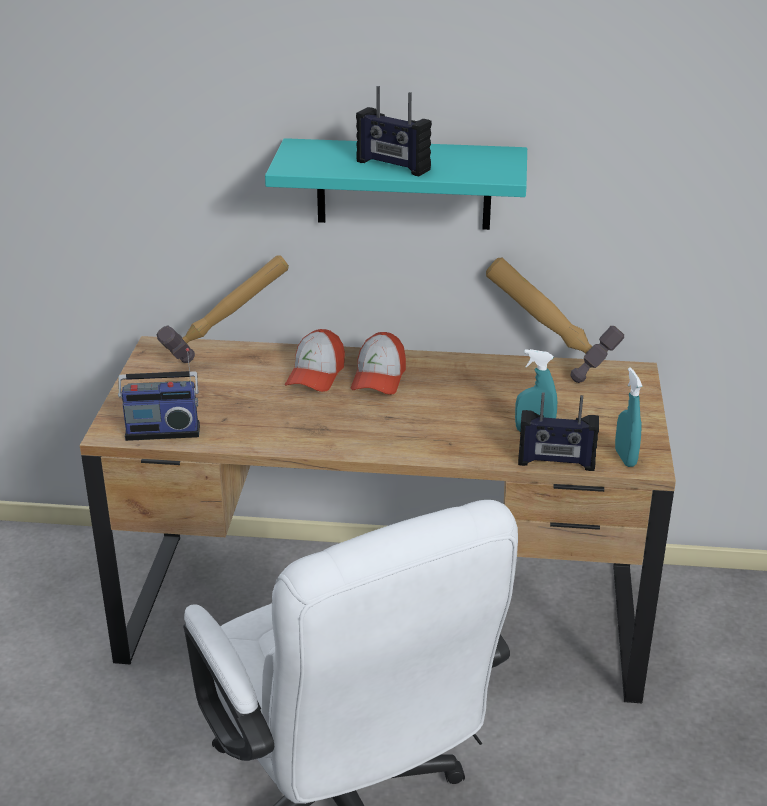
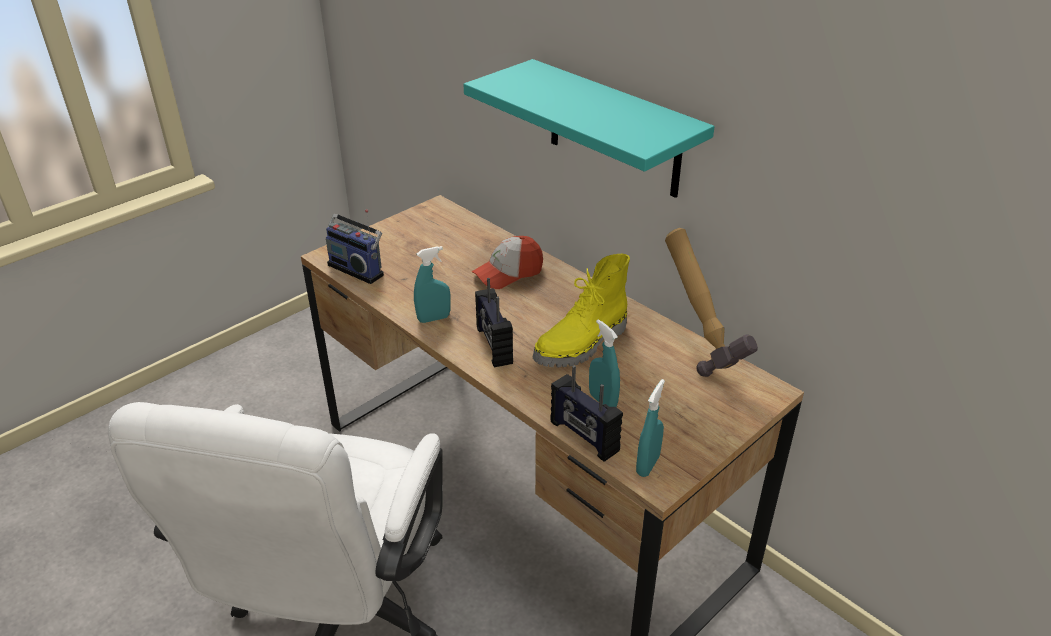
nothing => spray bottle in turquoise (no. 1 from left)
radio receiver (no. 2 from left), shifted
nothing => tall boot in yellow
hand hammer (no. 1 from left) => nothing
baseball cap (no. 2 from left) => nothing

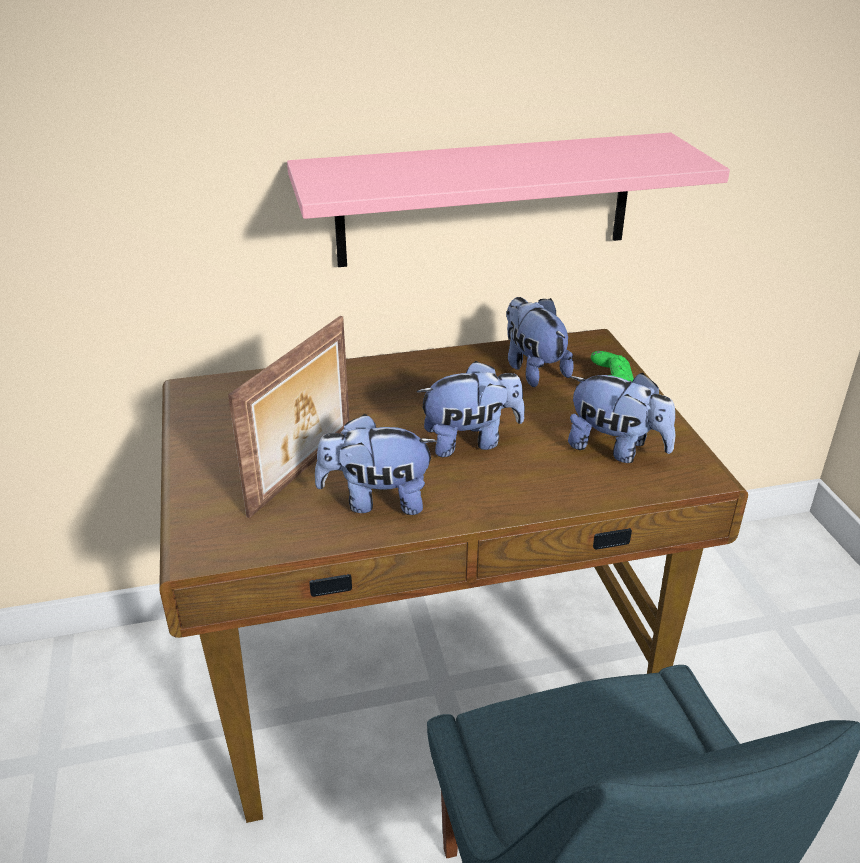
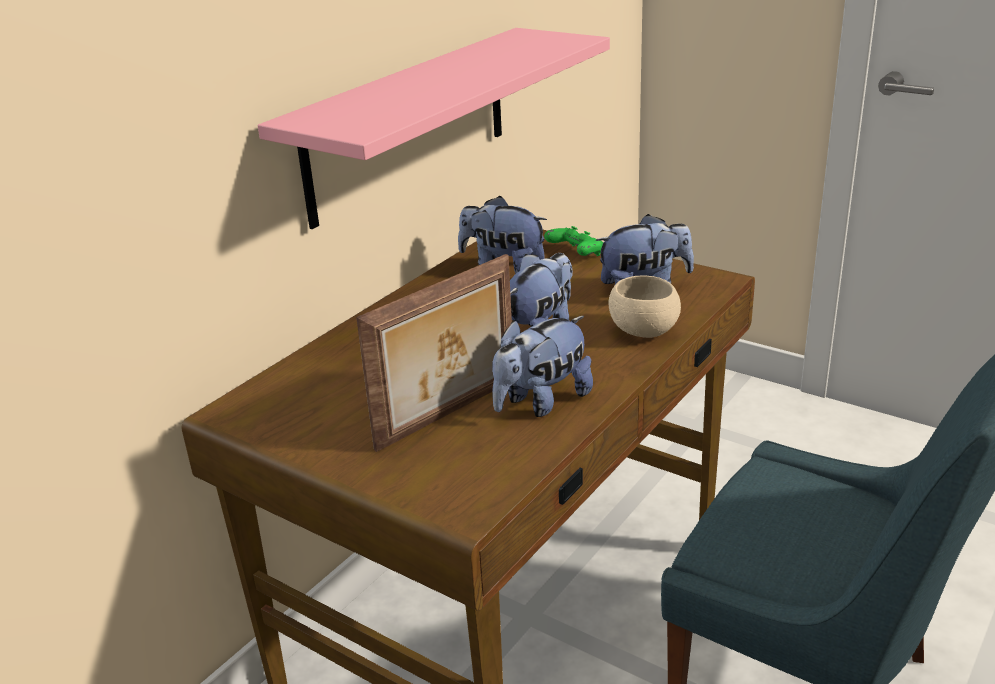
picture frame, 60 degrees clockwise
nothing => serving bowl in sand-coloured

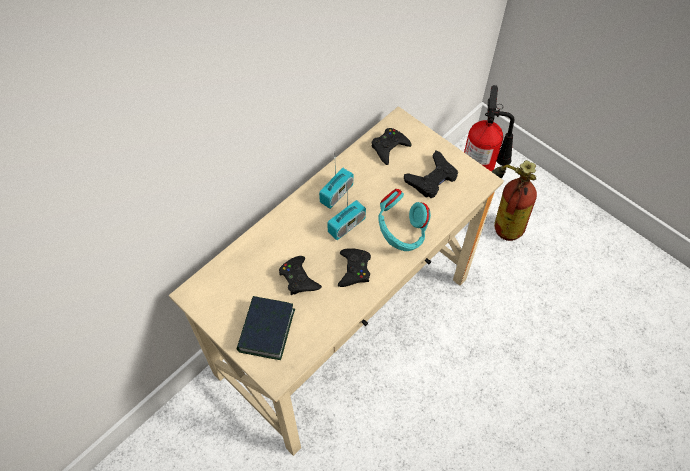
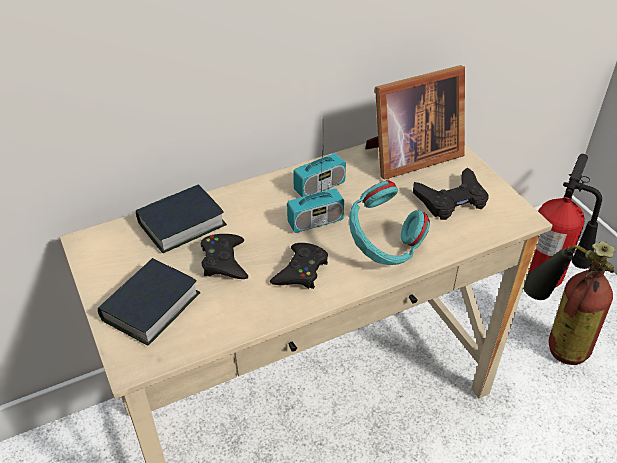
nothing => bound book (no. 2 from left)
game controller in black (no. 3 from left) => picture frame

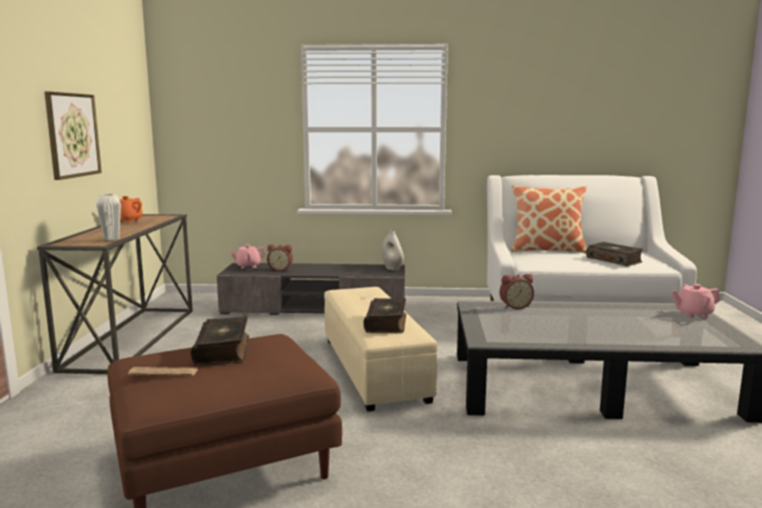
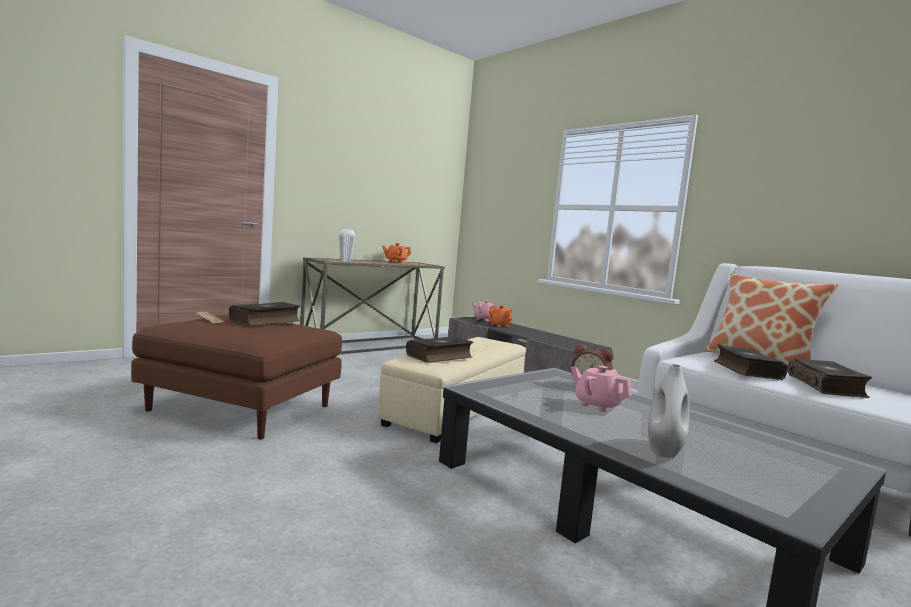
table clock (no. 1 from left) => pot for tea in orange (no. 2 from left)
pot for tea in pink-coloured (no. 2 from left), shifted
vase in white (no. 2 from left), shifted
nothing => bound book (no. 3 from left)
wall picture => nothing

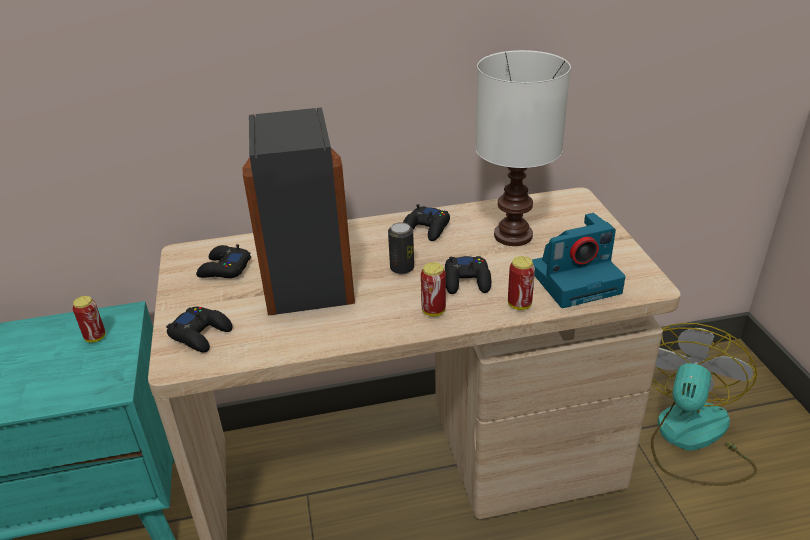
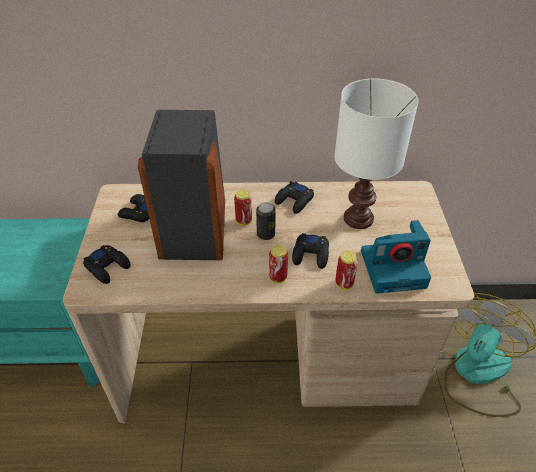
metal can (no. 1 from left), shifted

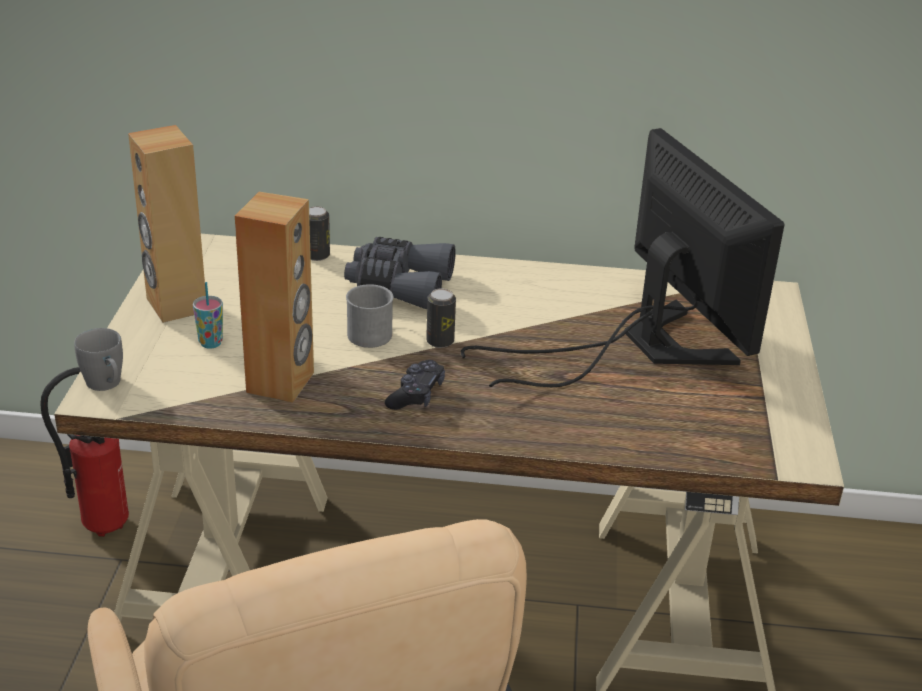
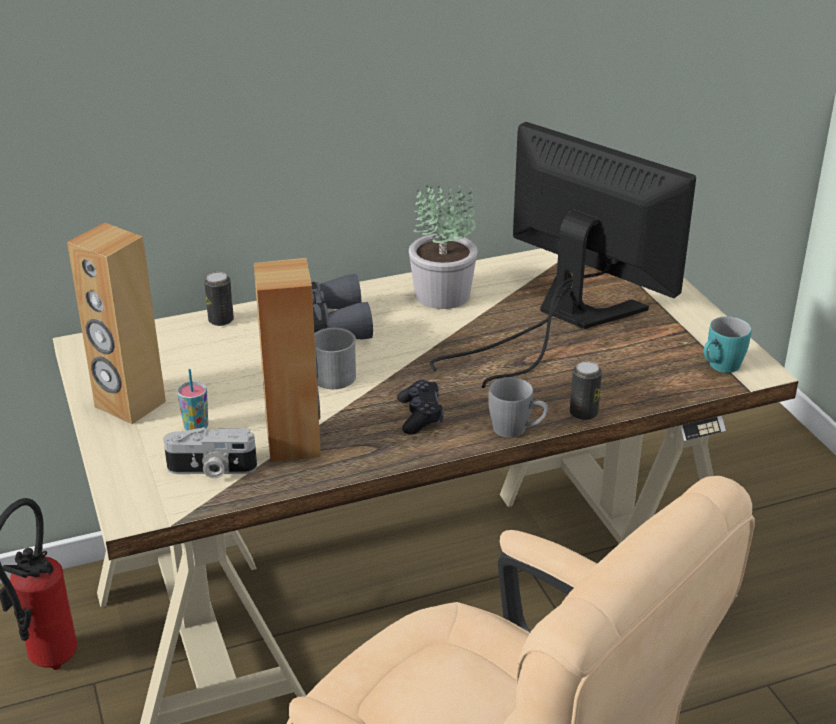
nothing => photo camera
nothing => potted plant
tea mug in gray (no. 1 from left in the first image) => tea mug in gray (no. 2 from left), shifted
metal can (no. 2 from left), shifted
nothing => tea mug in turquoise

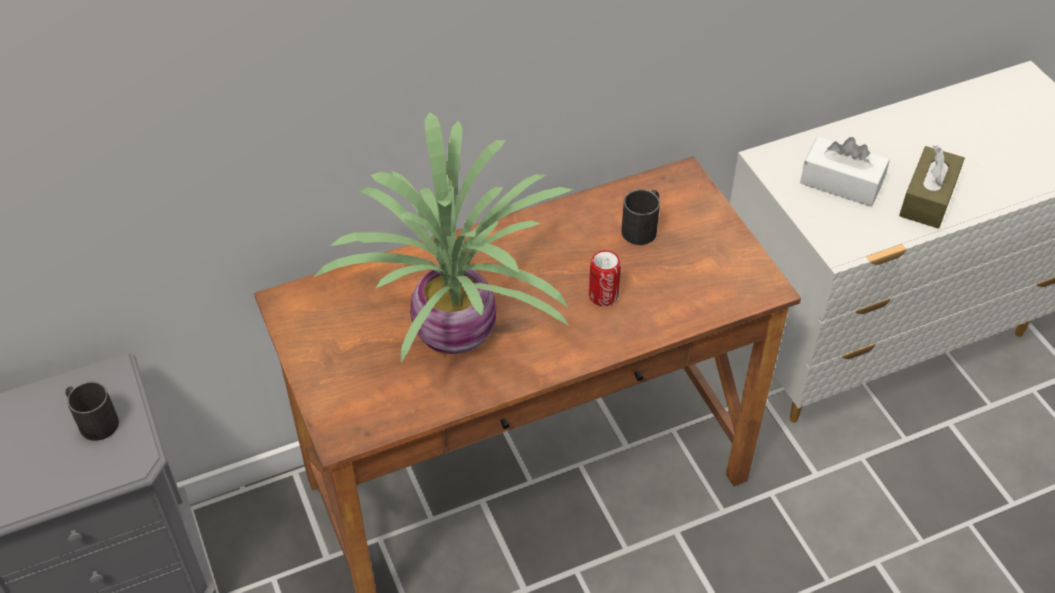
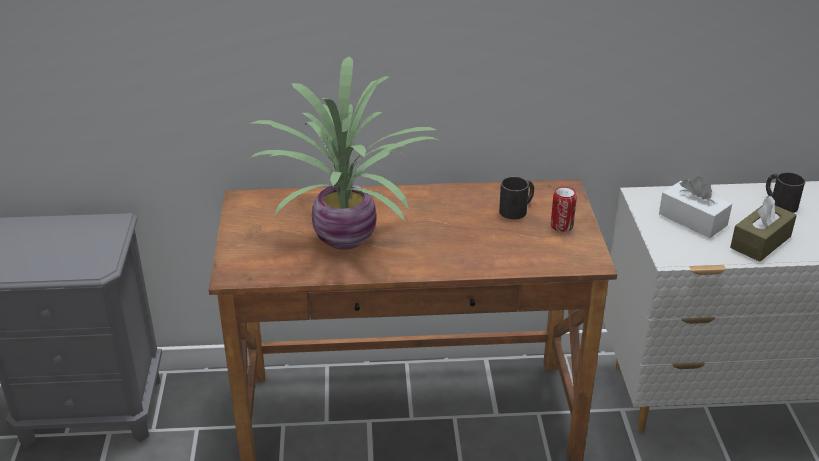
metal can, shifted
tea mug in black (no. 1 from left in the first image) => tea mug in black (no. 2 from left), shifted

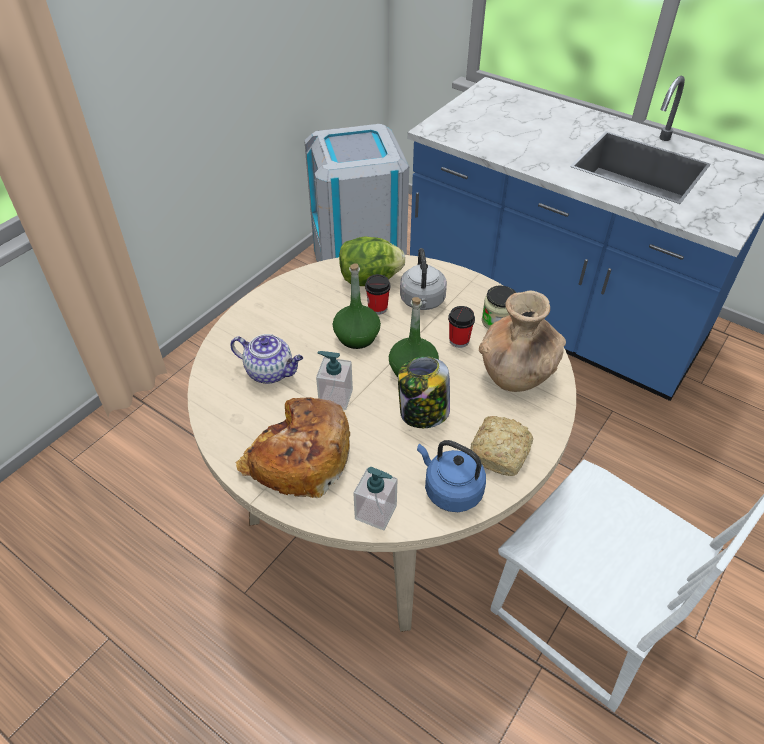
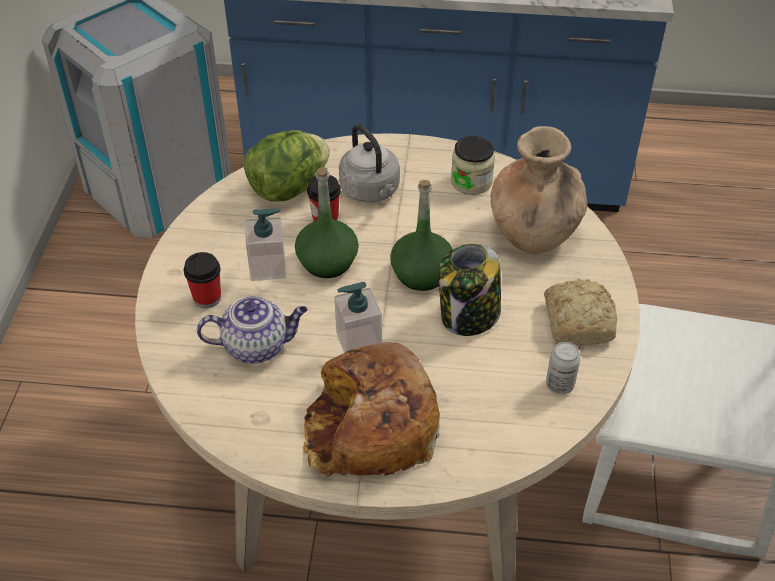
drinking cup (no. 2 from left in the first image) => drinking cup (no. 1 from left), shifted
soap bottle (no. 2 from left in the first image) => soap bottle (no. 1 from left), shifted
kettle in blue => metal can

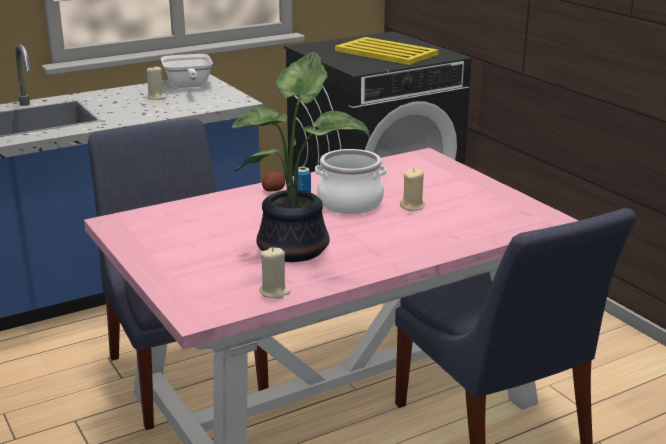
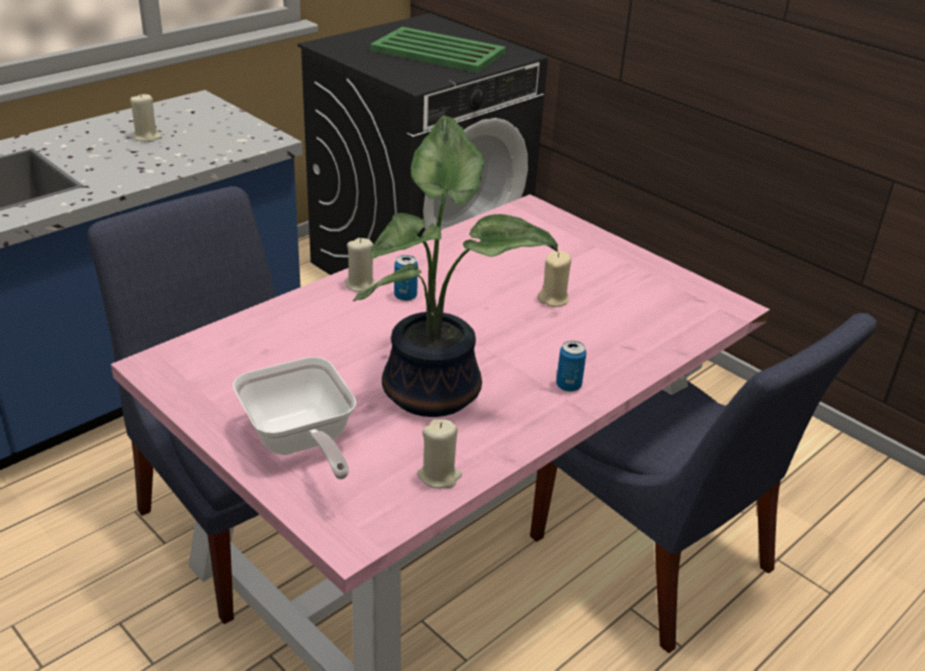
pan, shifted
potato => wax light in sand-coloured (no. 2 from left)
carrying tray in yellow => carrying tray in greenish
nothing => metal can (no. 2 from left)
cooking pot => nothing

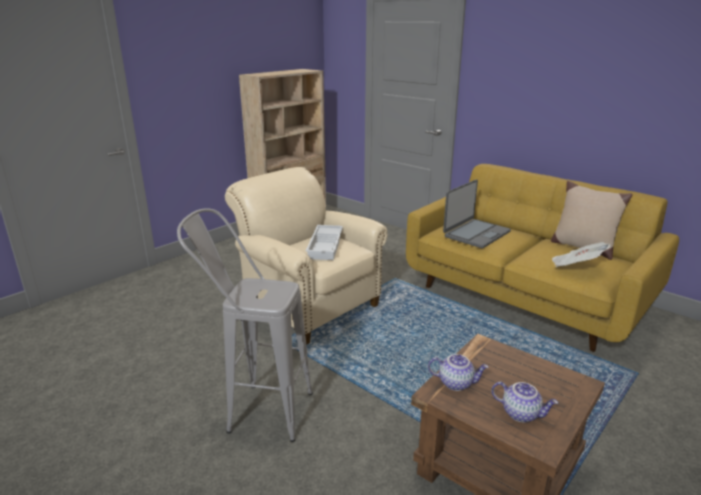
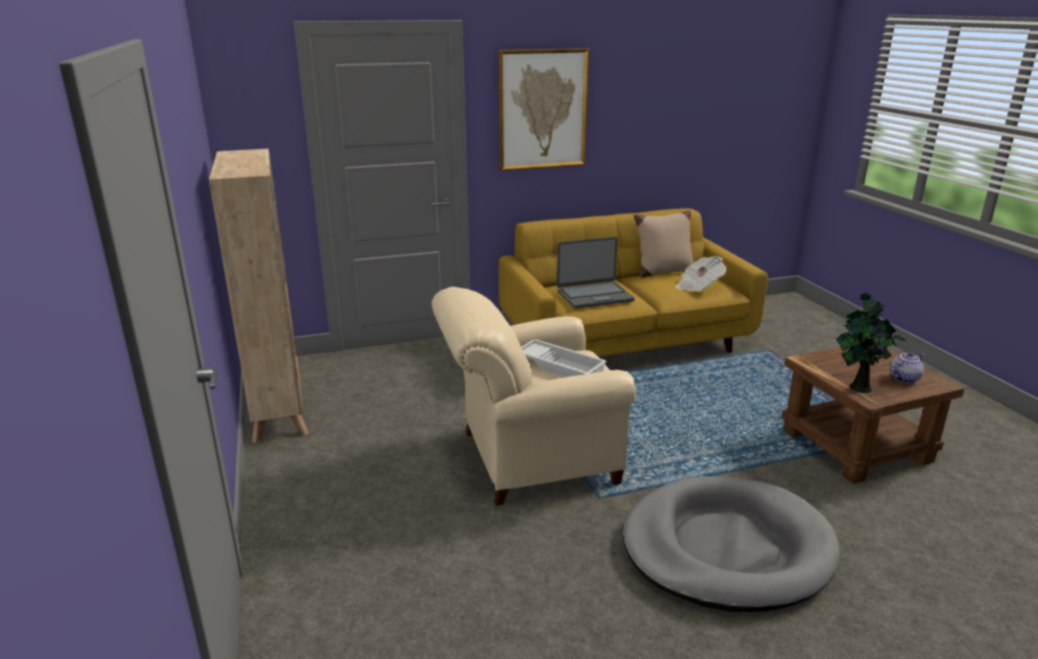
nothing => wall picture
laptop, 90 degrees clockwise
sitting stool in gray => dog cushion in gray
pot for tea (no. 1 from left) => potted plant

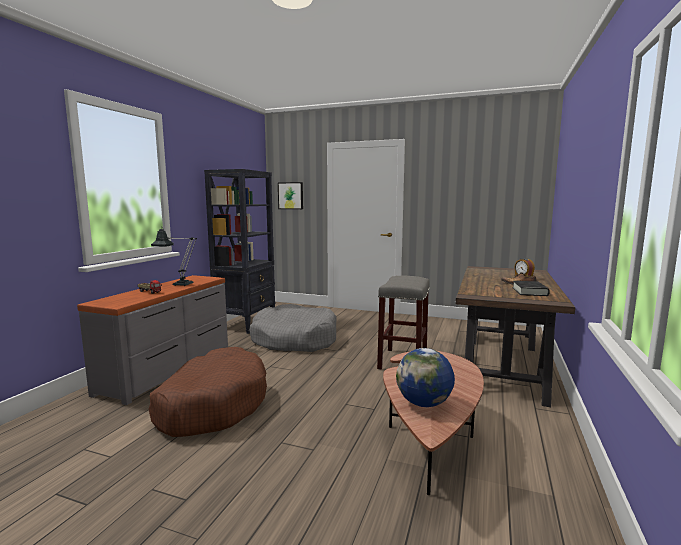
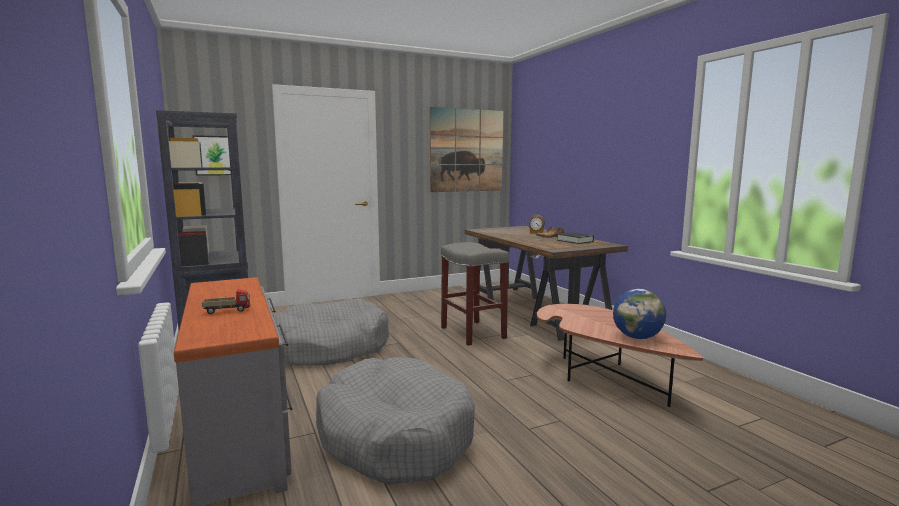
dog cushion in brown-coloured => dog cushion in gray (no. 2 from left)
nothing => wall picture (no. 2 from left)
table lamp => nothing

